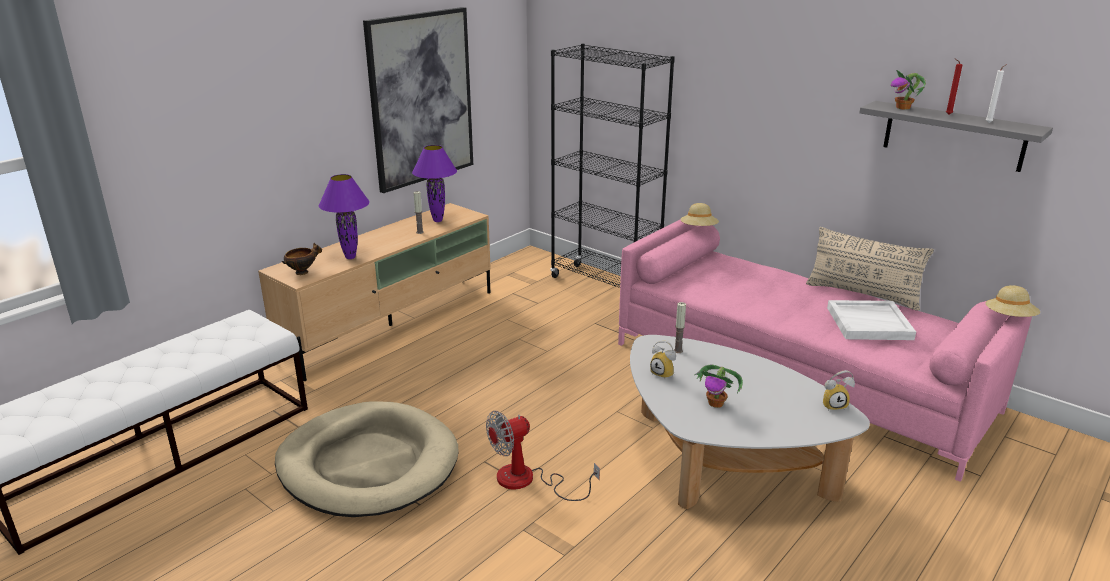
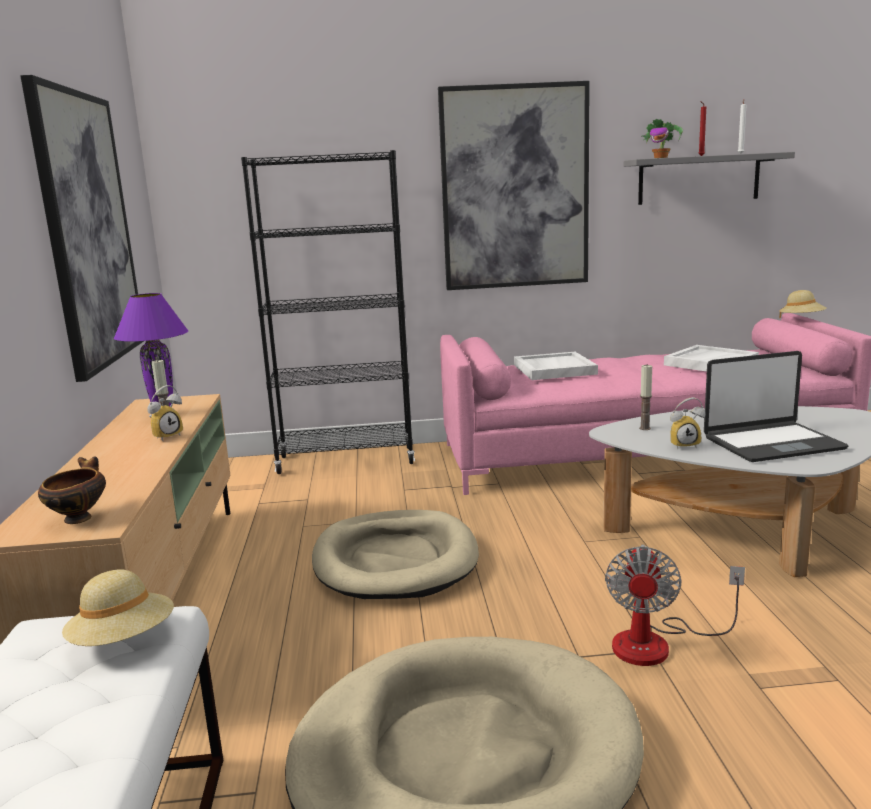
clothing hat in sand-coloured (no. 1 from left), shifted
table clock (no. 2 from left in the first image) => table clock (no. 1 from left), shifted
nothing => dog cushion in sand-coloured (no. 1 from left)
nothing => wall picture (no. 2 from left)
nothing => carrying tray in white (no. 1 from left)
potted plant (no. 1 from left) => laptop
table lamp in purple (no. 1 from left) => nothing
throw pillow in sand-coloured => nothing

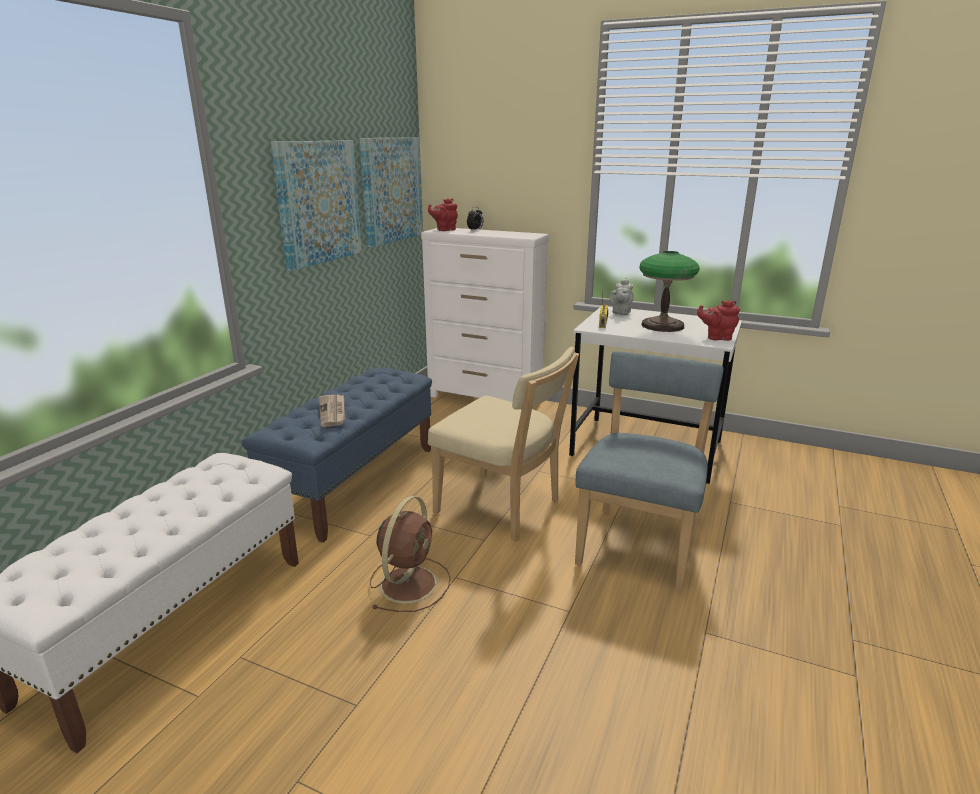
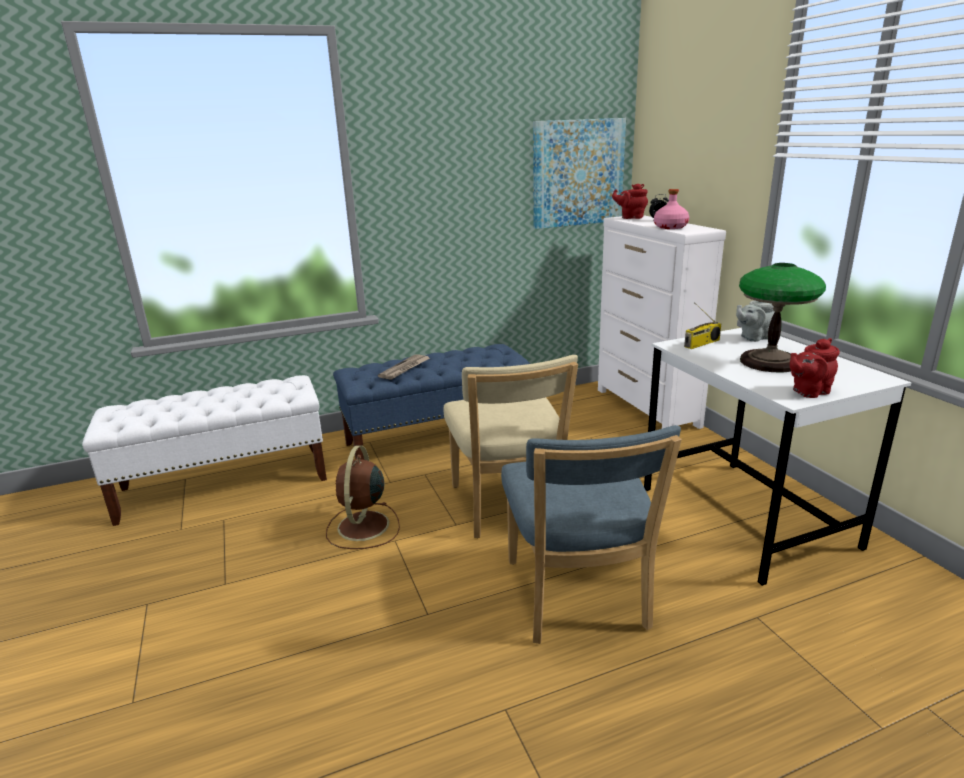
fan in brown-coloured, 120 degrees clockwise
upright chair in blue, 105 degrees clockwise
nothing => beverage bottle in pink-coloured
pot for tea in reddish (no. 2 from left), 75 degrees counterclockwise
wall picture (no. 1 from left) => nothing

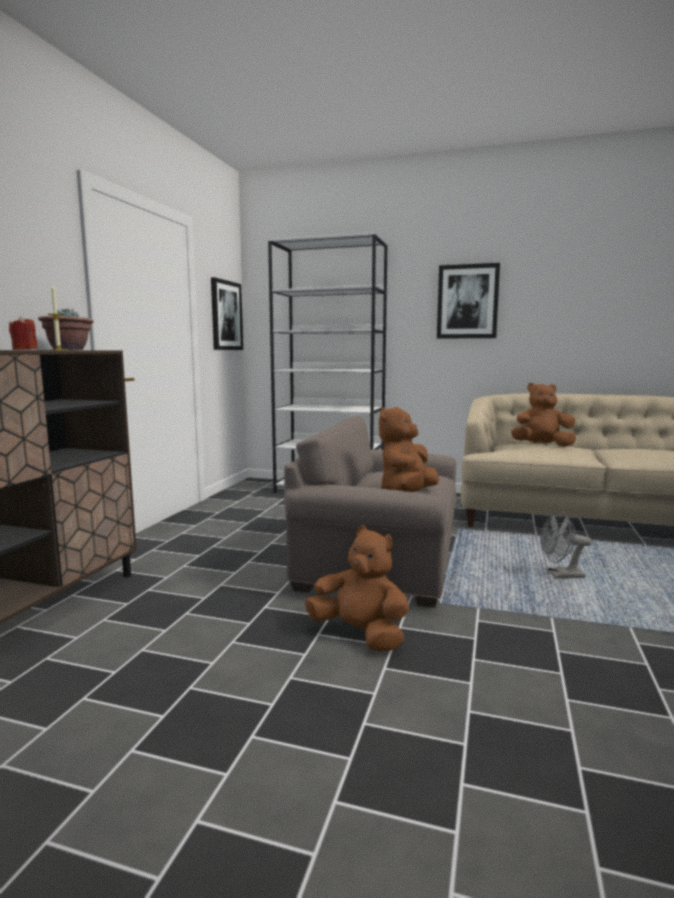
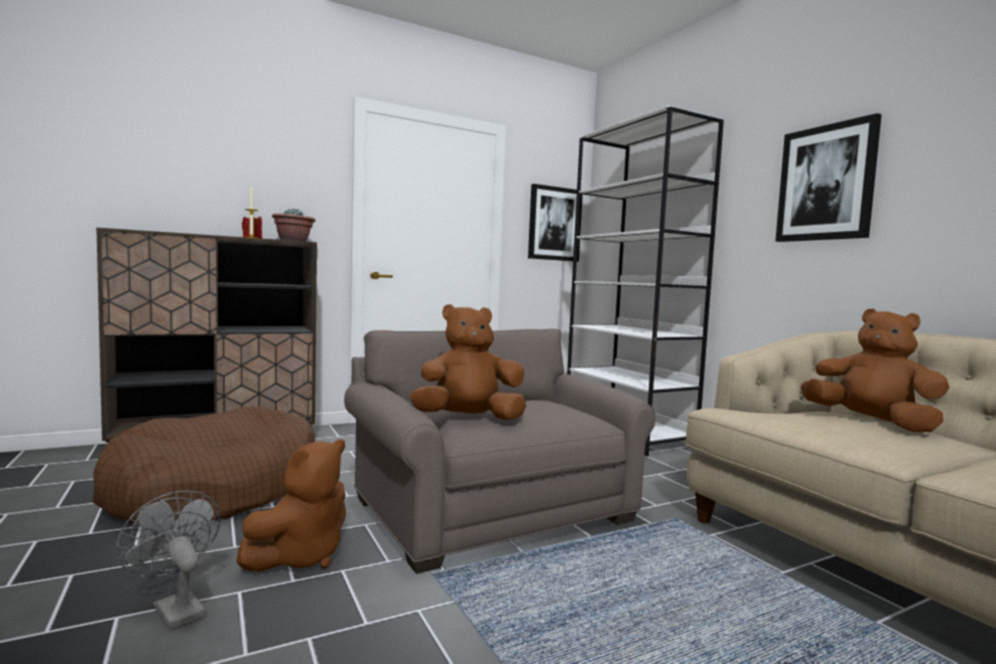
nothing => dog cushion in brown-coloured
fan in gray, shifted
soft toy in brown-coloured (no. 1 from left), 45 degrees clockwise

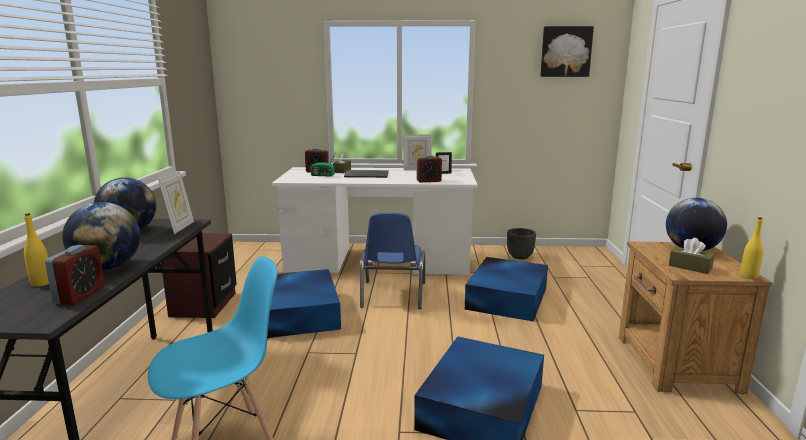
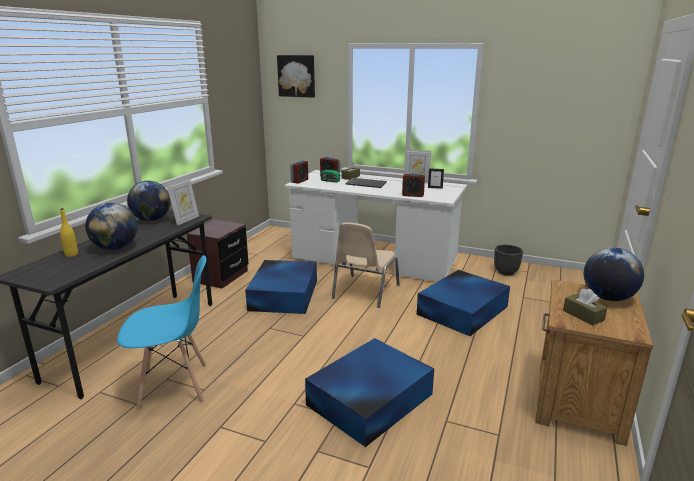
wall picture, shifted
table clock (no. 1 from left), shifted
upright chair in blue (no. 2 from left) => upright chair in sand-coloured
beverage bottle in yellow (no. 2 from left) => nothing

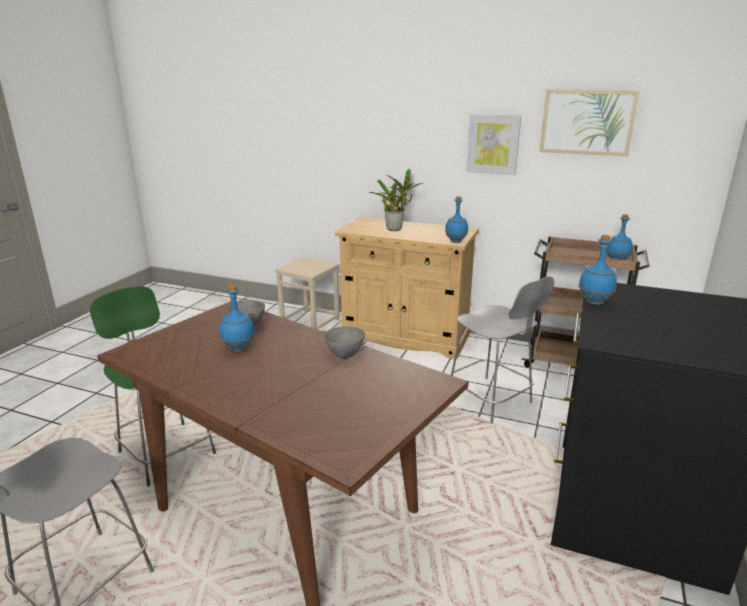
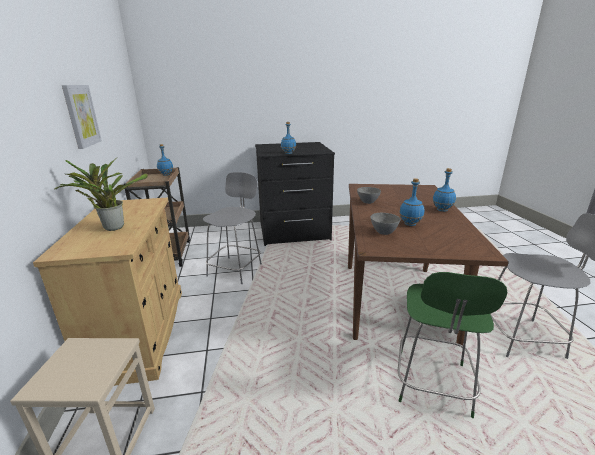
beverage bottle in blue (no. 2 from left in the first image) => beverage bottle in blue (no. 4 from left), shifted
wall picture (no. 2 from left) => nothing

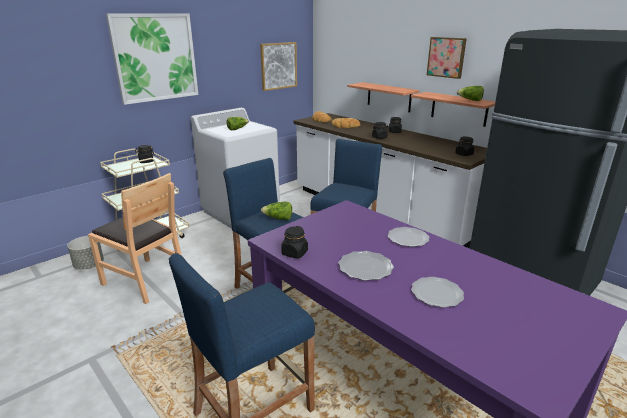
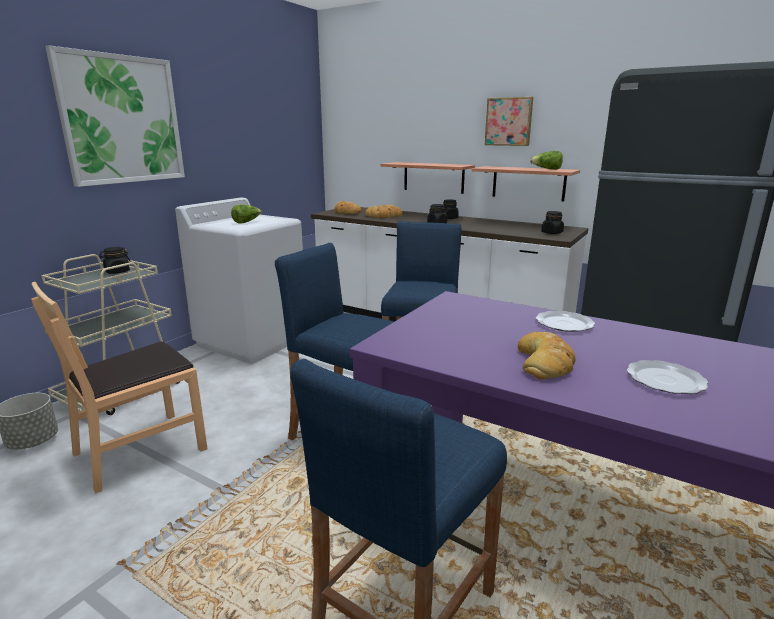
upright chair in brown-coloured, 120 degrees clockwise
dinner plate (no. 1 from left) => bakery bread (no. 3 from left)
wall picture (no. 2 from left) => nothing
head of lettuce (no. 2 from left) => nothing
preserve jar in black (no. 2 from left) => nothing

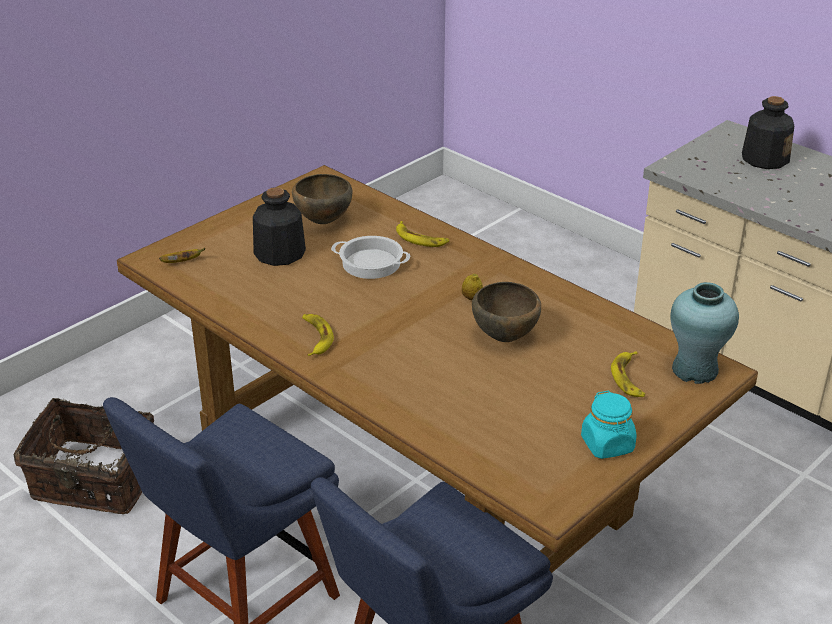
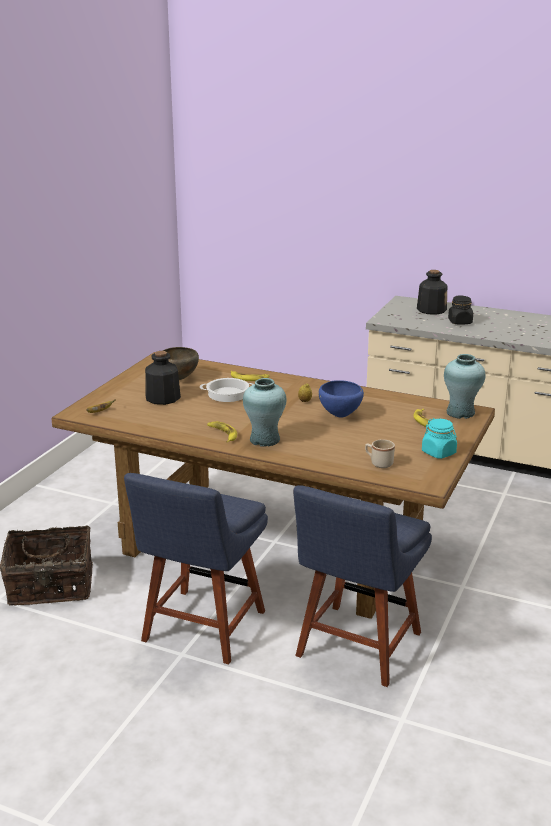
nothing => vase in turquoise (no. 1 from left)
serving bowl in brown-coloured (no. 2 from left) => serving bowl in blue
nothing => tea mug in sand-coloured
nothing => preserve jar in black

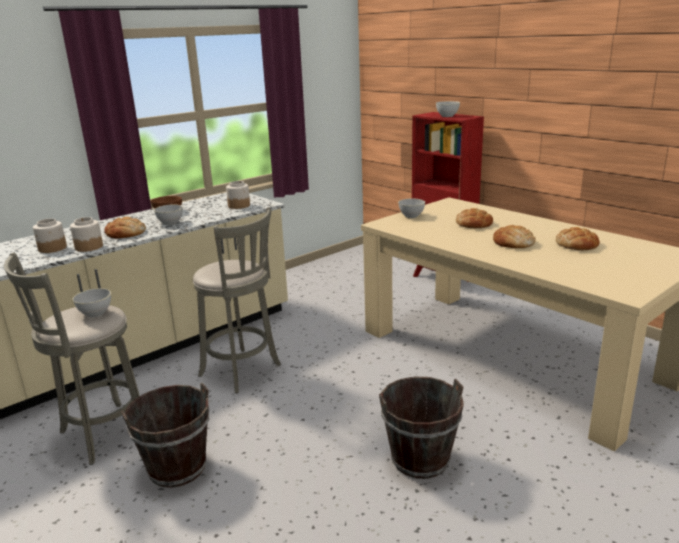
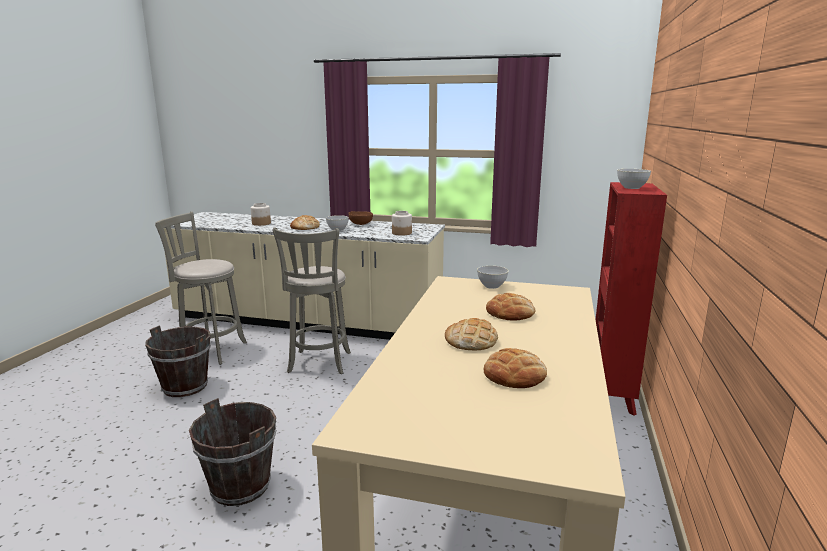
preserve jar (no. 2 from left) => nothing
serving bowl in gray (no. 1 from left) => nothing

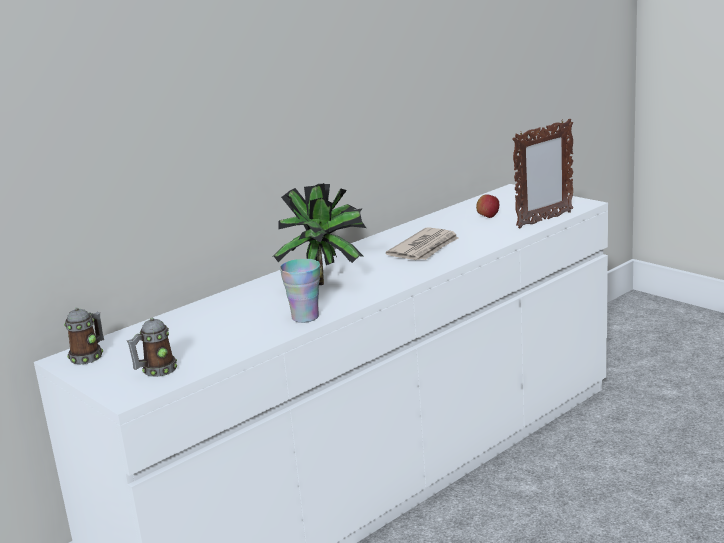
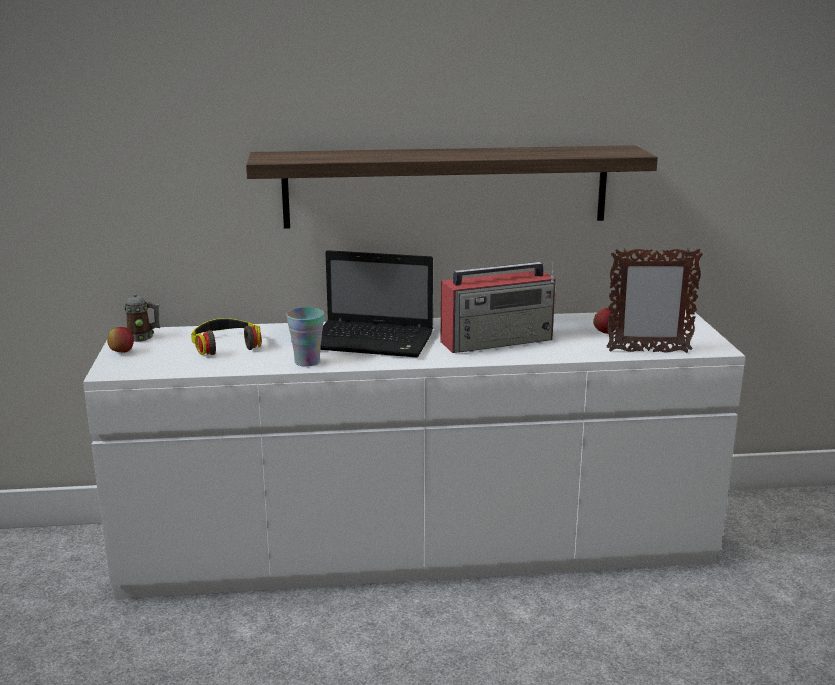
nothing => whole apple (no. 1 from left)
nothing => pair of headphones
nothing => bracket shelf
potted plant => laptop
newspaper => radio receiver
tea mug (no. 2 from left) => nothing

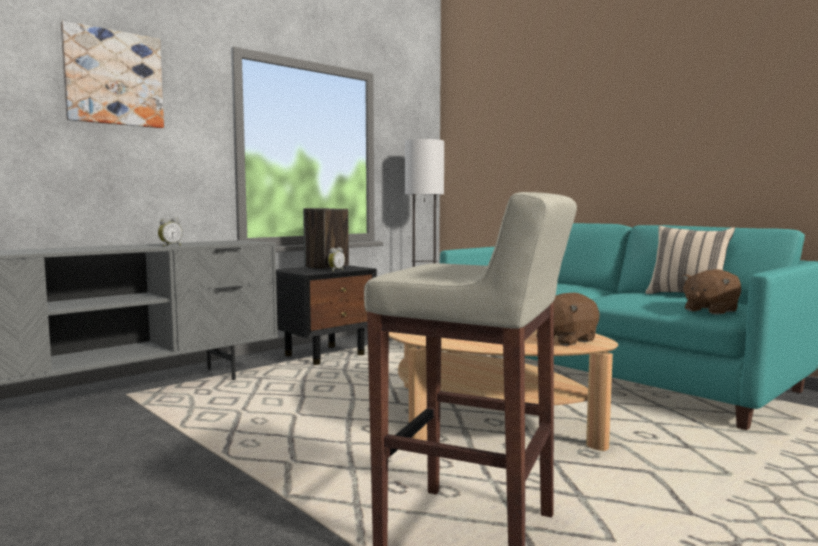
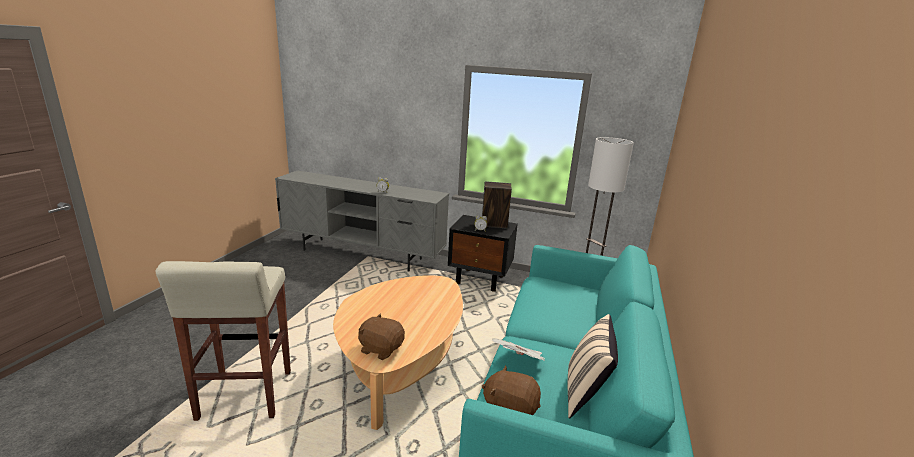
nothing => newspaper
wall picture => nothing

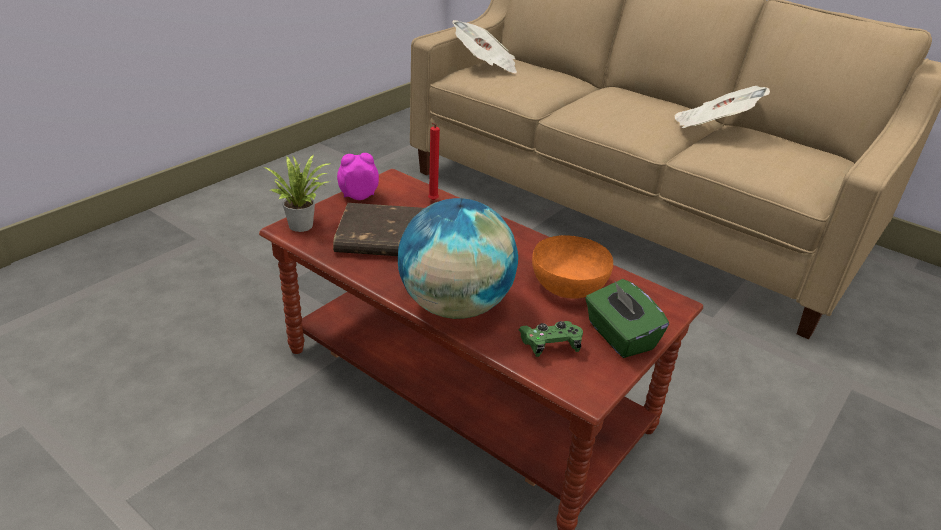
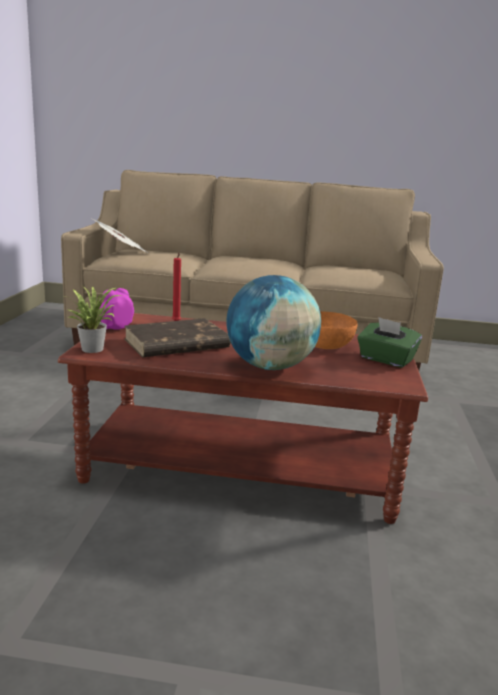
game controller in greenish => nothing
newspaper (no. 2 from left) => nothing

